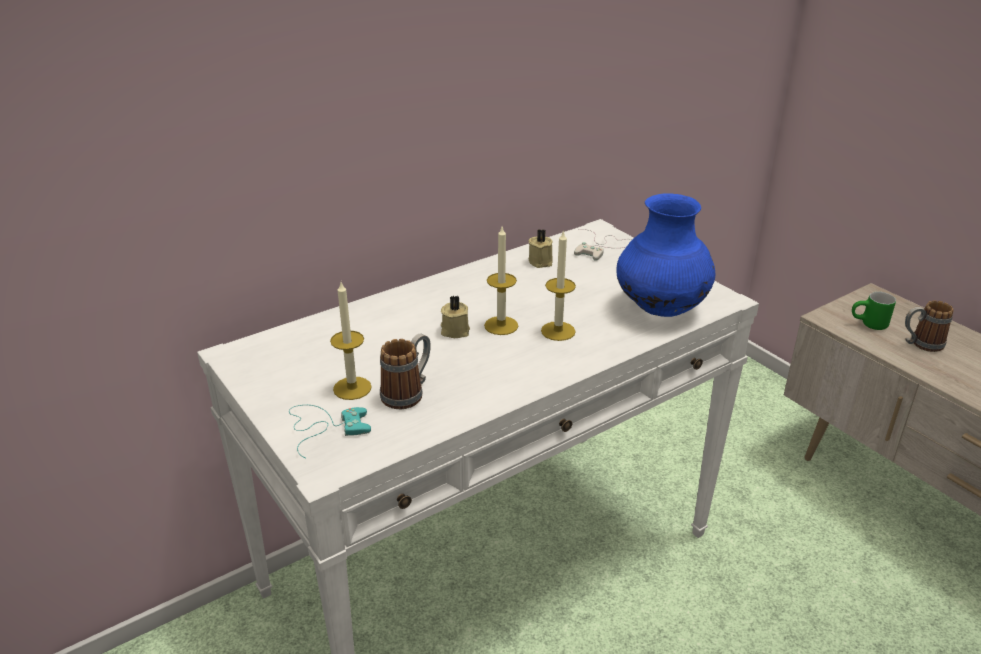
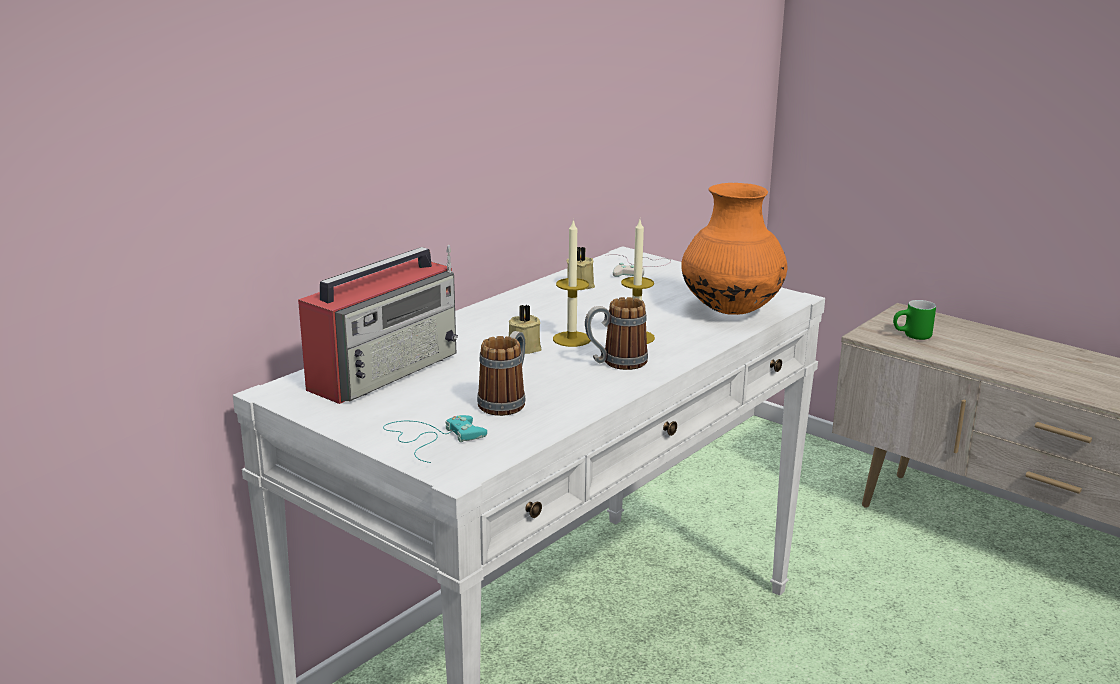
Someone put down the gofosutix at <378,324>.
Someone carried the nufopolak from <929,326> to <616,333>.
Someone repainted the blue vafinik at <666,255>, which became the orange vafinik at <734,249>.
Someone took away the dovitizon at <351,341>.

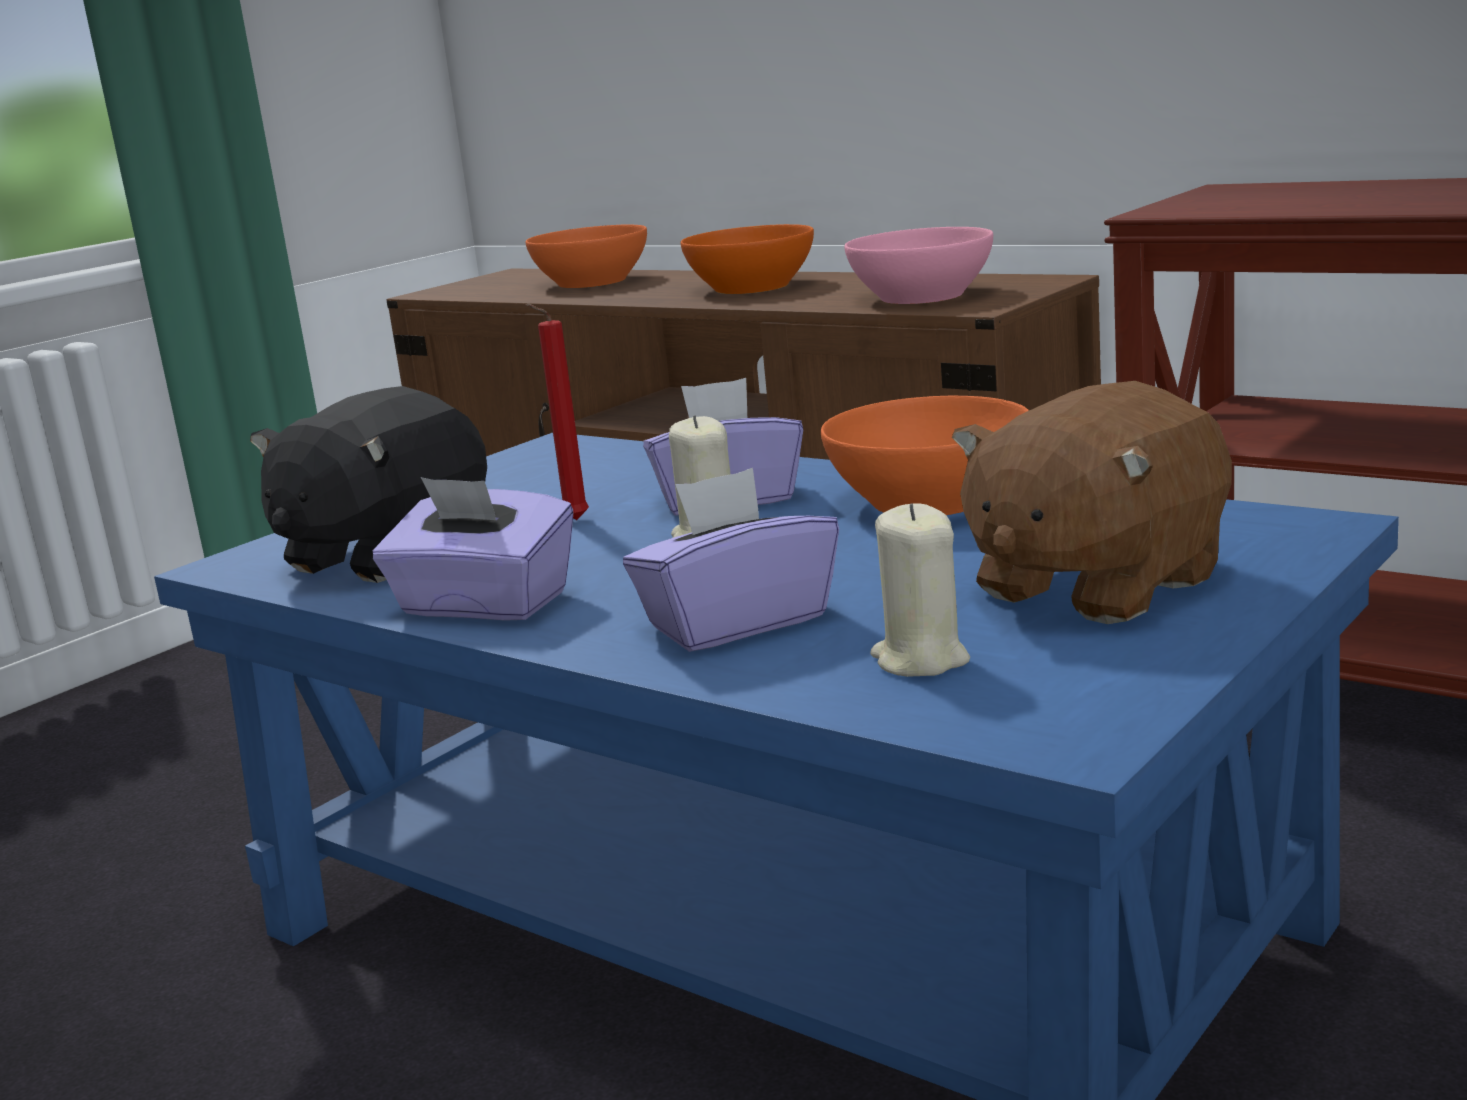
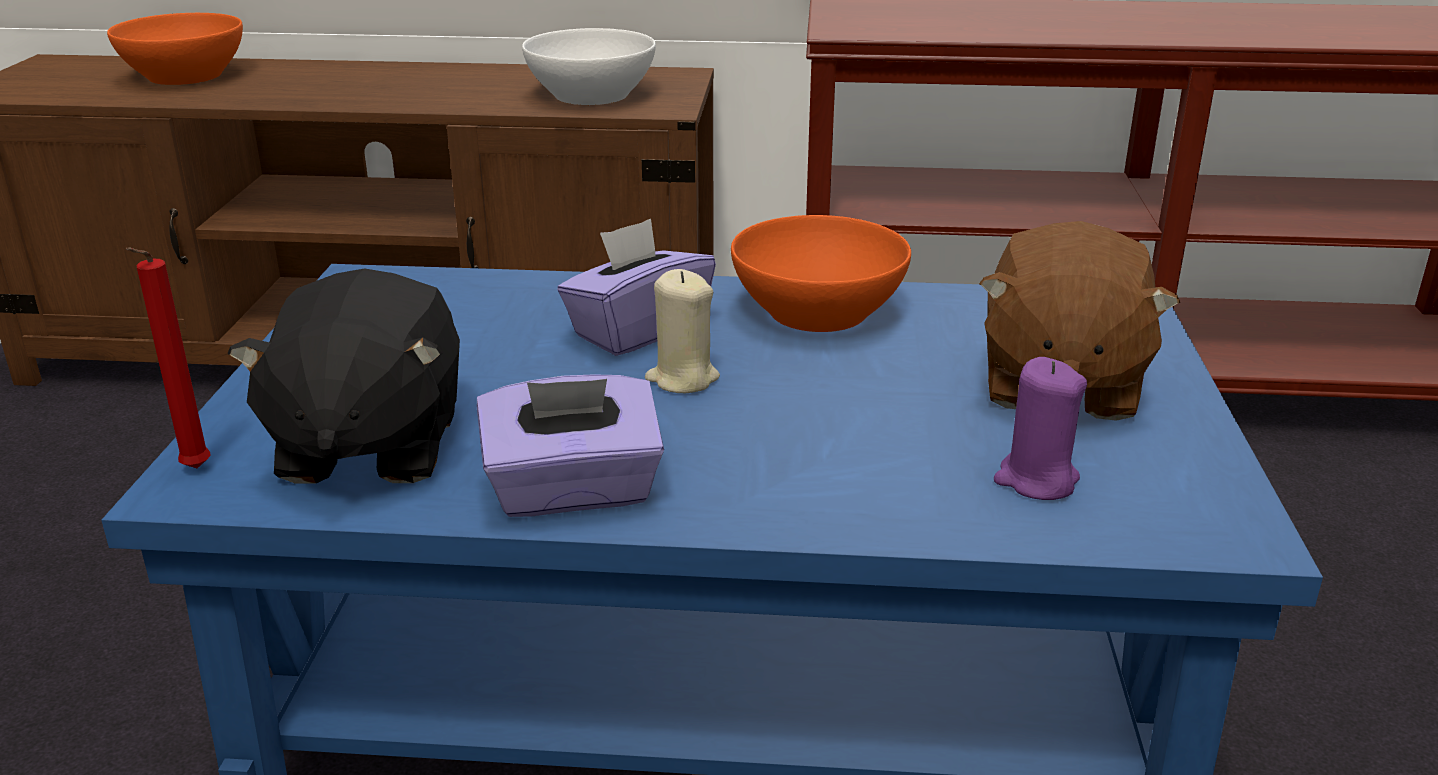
Someone carried the red dovitizon from <557,412> to <168,357>.
Someone repainted the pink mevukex at <918,265>, which became the white mevukex at <589,66>.
Someone repainted the beige dovitizon at <920,590>, which became the purple dovitizon at <1040,428>.
Someone took away the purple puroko at <731,560>.
Someone took away the orange mevukex at <747,259>.

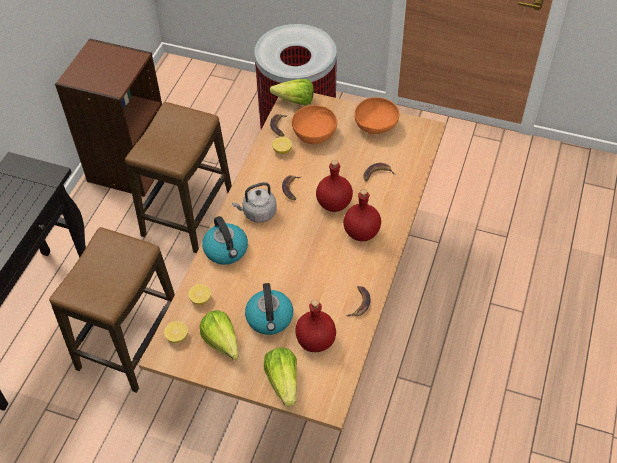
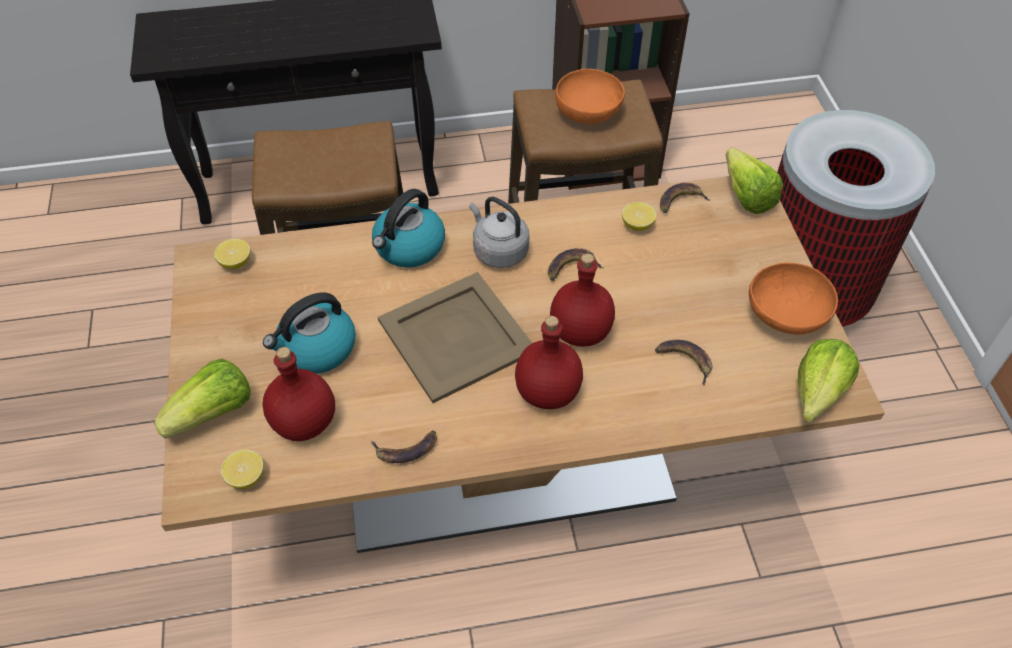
Someone carried the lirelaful from <199,294> to <242,469>.
Someone put down the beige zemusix at <455,337>.
Someone carried the orange mevukex from <314,124> to <590,96>.
Someone carried the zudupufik from <218,335> to <828,380>.

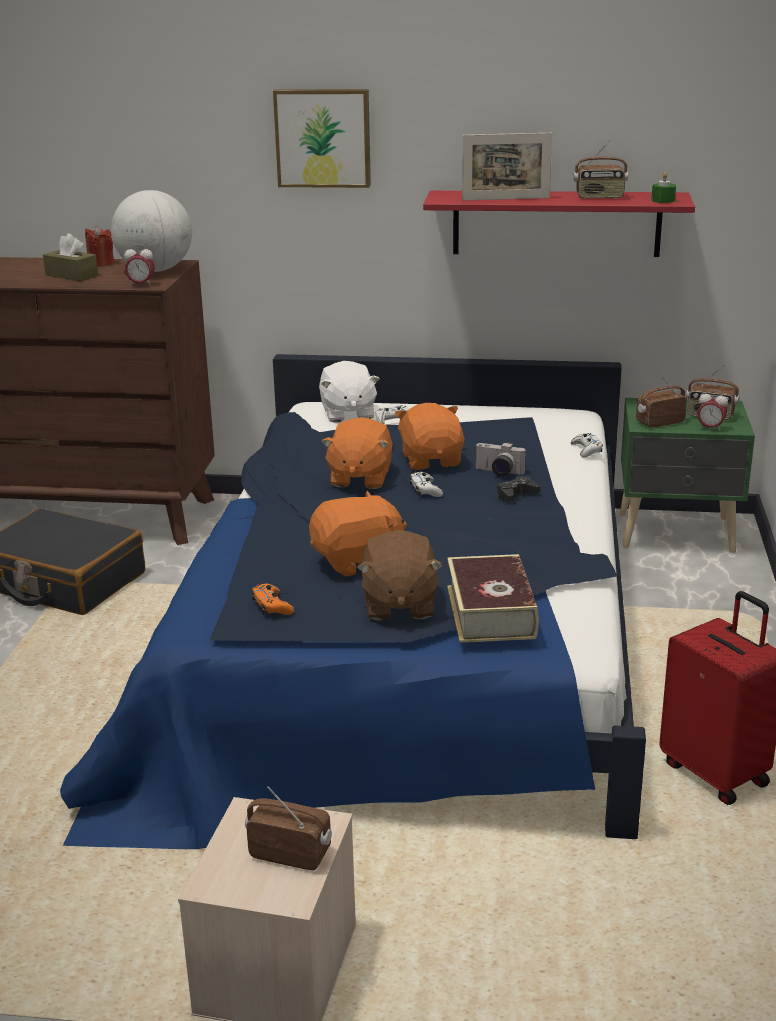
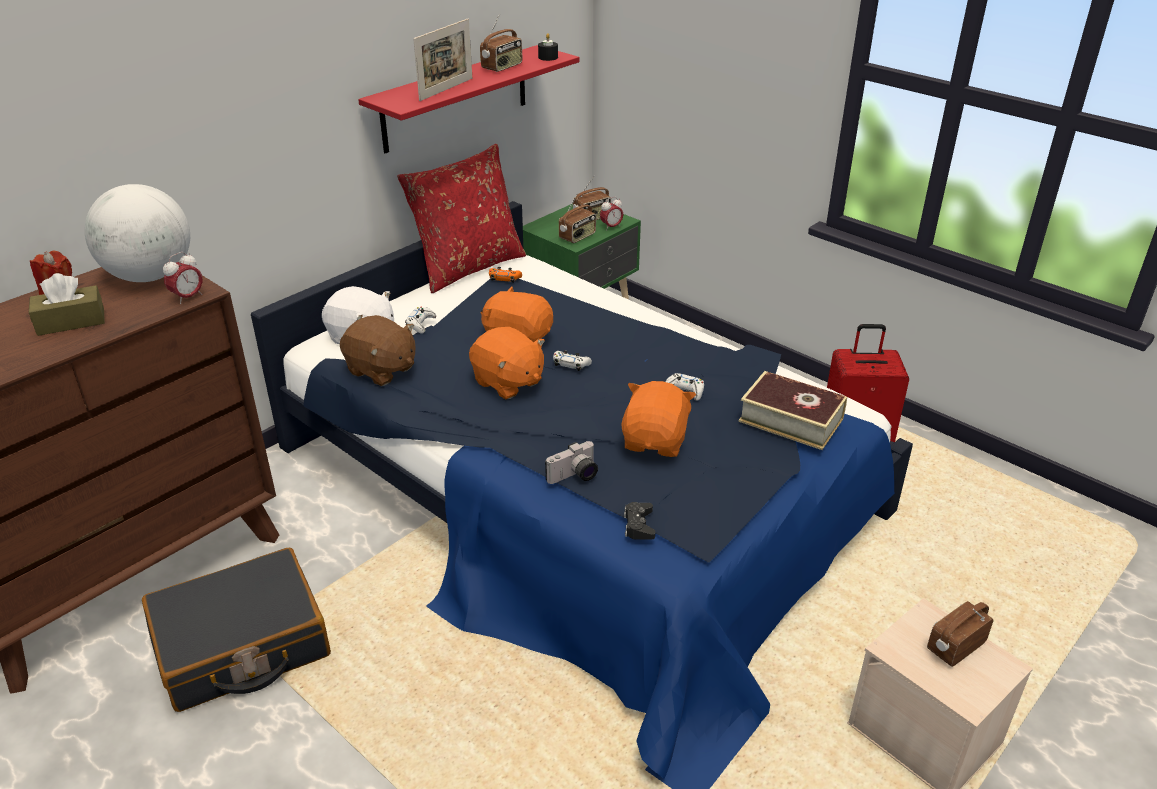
Someone carried the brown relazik from <400,575> to <377,350>.
Someone put down the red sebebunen at <461,218>.
Someone carried the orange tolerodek from <273,599> to <505,275>.
Someone repainted the green dovitizon at <663,187>, which became the black dovitizon at <548,47>.
Someone carried the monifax from <500,459> to <571,462>.
Someone rotated the gofosutix at <661,402> by 150 degrees counterclockwise.
Someone carried the black tolerodek from <519,489> to <639,521>.
Someone carried the white tolerodek from <587,445> to <685,387>.
Someone took away the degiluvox at <322,138>.

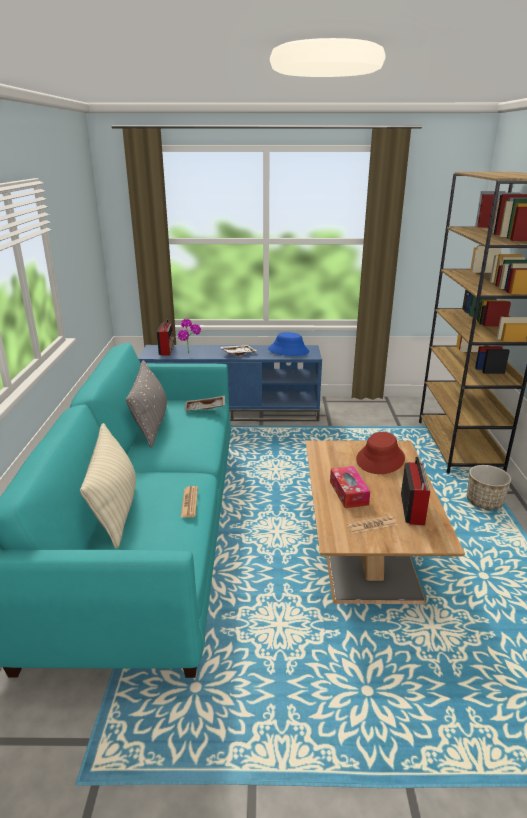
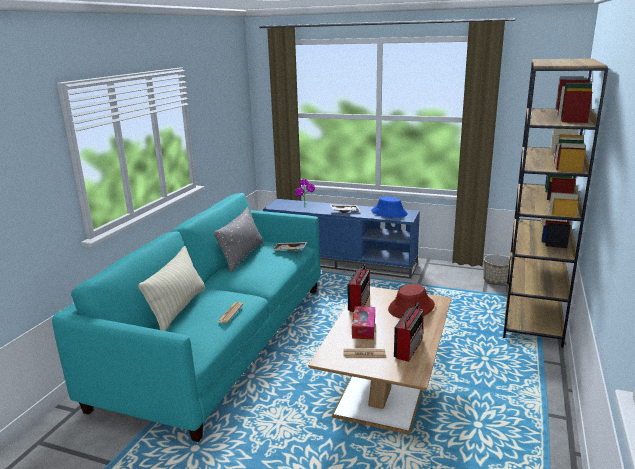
Someone carried the gofosutix from <165,337> to <359,288>.
Someone carried the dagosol from <489,487> to <496,269>.

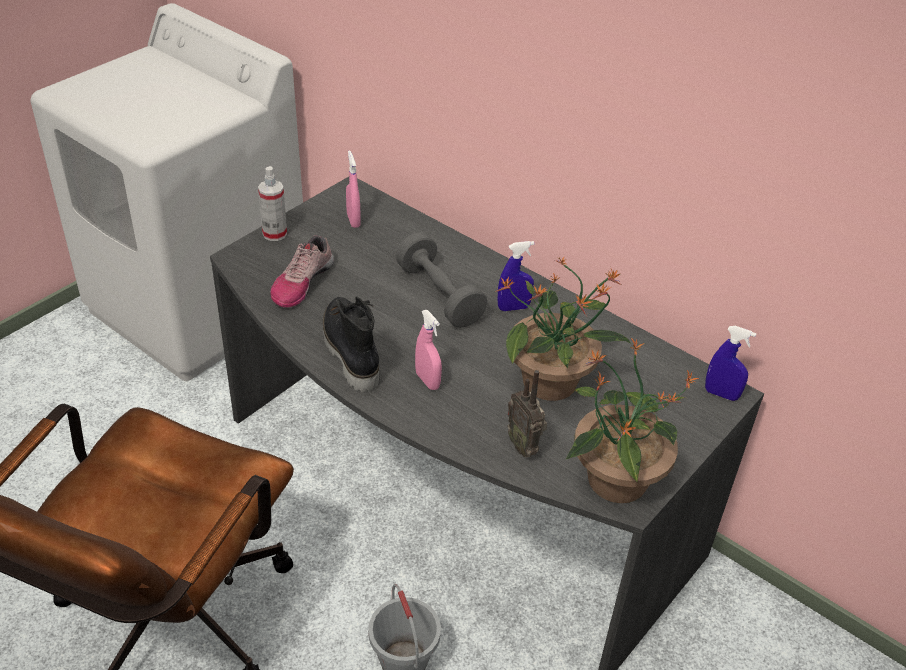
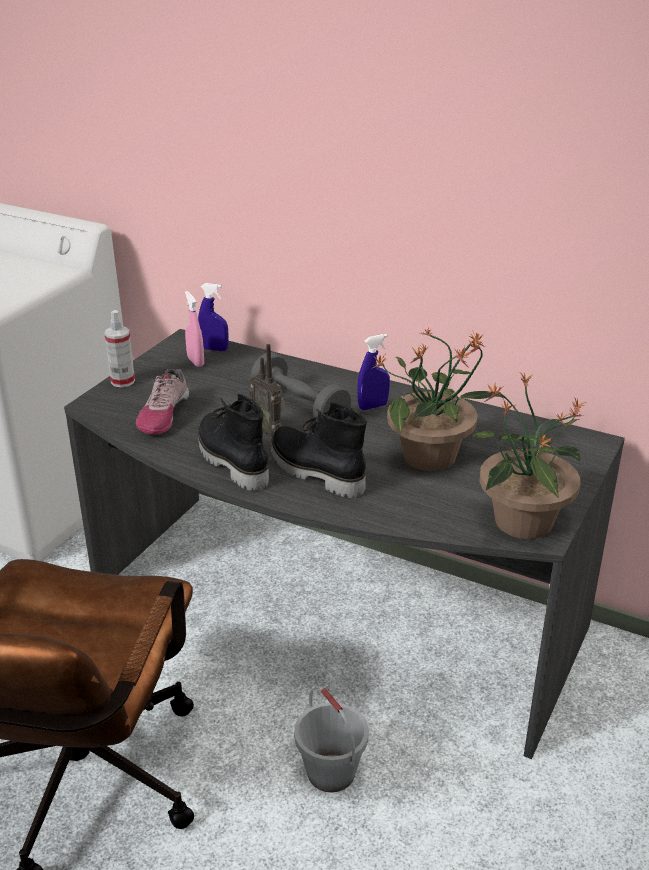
Someone carried the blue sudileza from <731,363> to <213,317>.
Someone carried the gofosutix from <527,413> to <267,389>.
Someone swapped the pink sudileza at <428,350> for the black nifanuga at <319,450>.

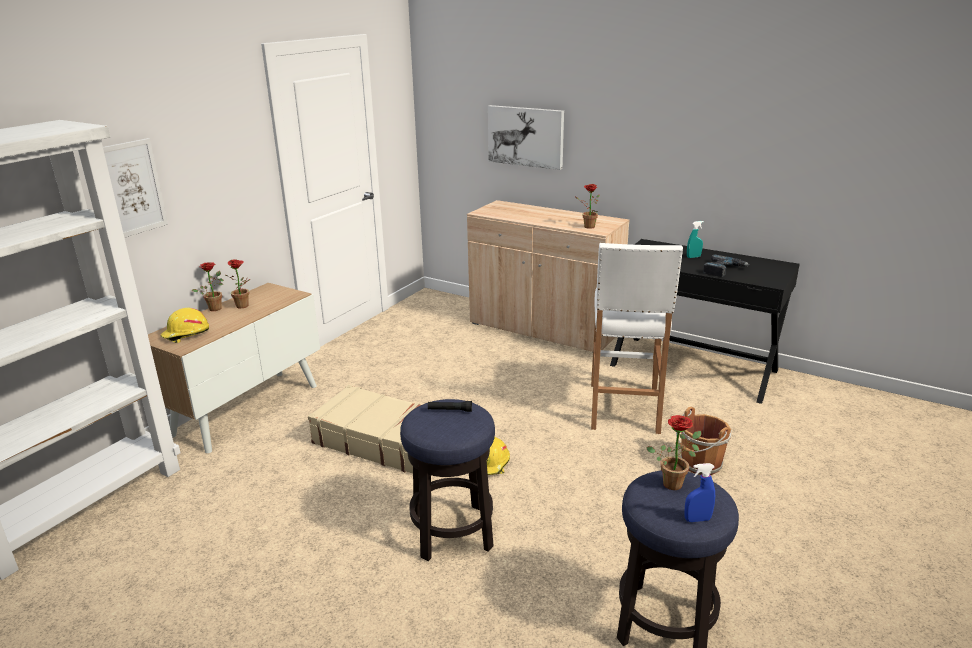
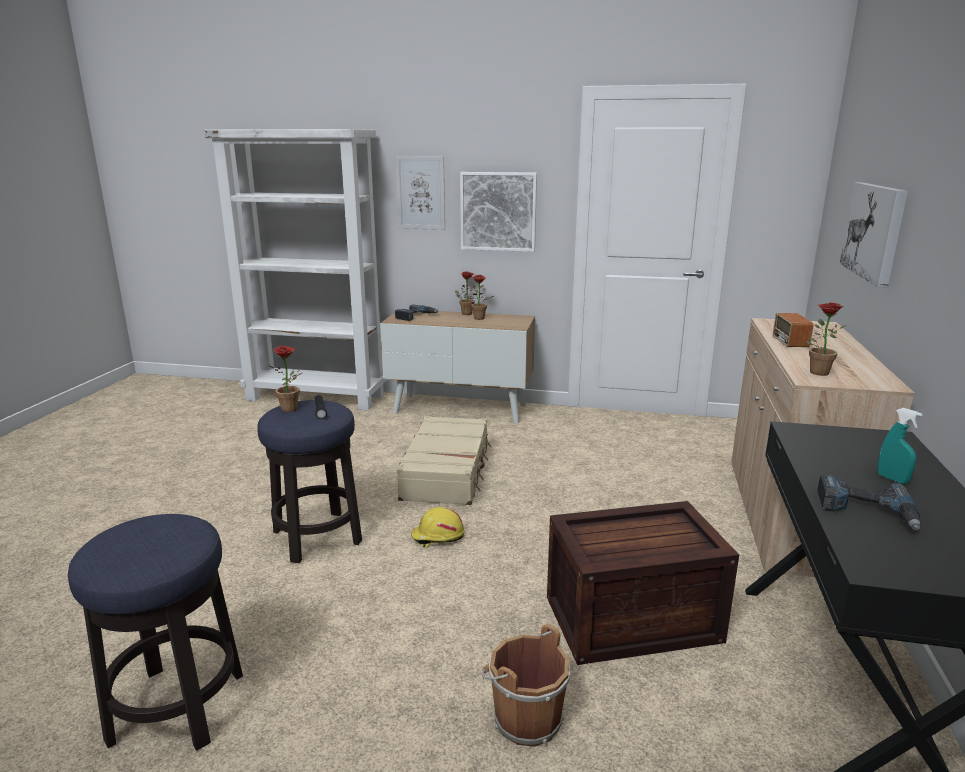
Someone carried the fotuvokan from <673,452> to <285,379>.
Someone swapped the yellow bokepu at <184,325> for the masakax at <417,312>.
Someone put up the degiluvox at <498,212>.
Someone swapped the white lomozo at <637,338> for the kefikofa at <643,583>.
Someone put down the gofosutix at <797,330>.
Someone took away the blue sudileza at <699,492>.

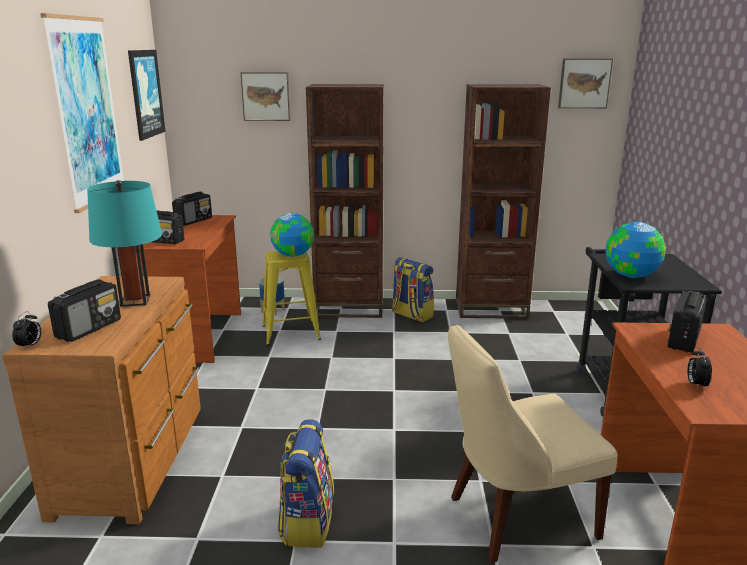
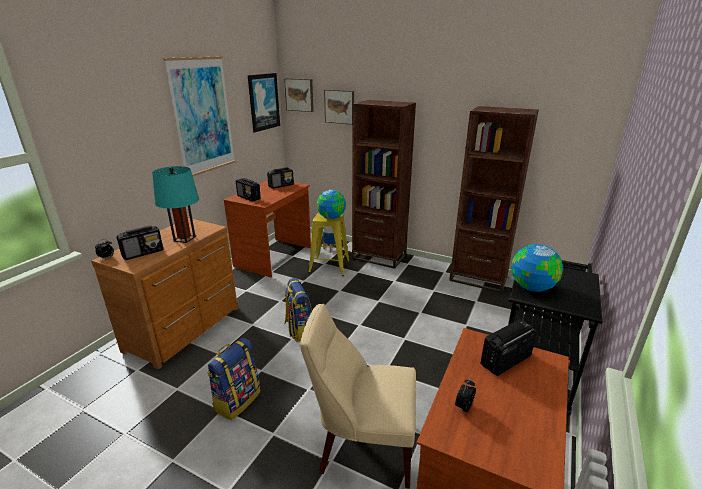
Someone carried the degiluvox from <585,83> to <299,95>.
Someone carried the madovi from <413,289> to <298,310>.

